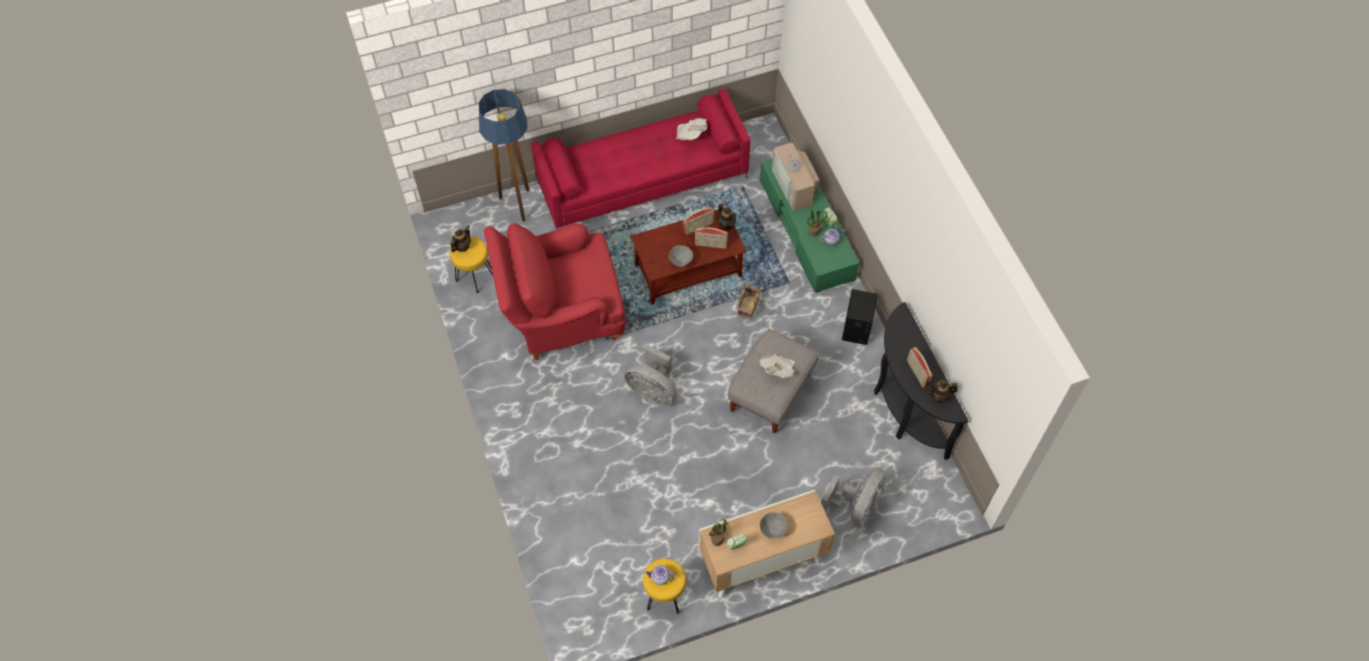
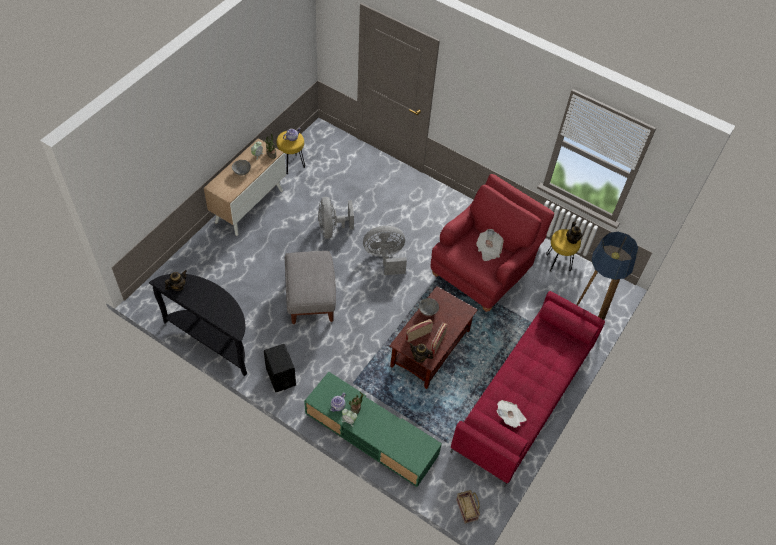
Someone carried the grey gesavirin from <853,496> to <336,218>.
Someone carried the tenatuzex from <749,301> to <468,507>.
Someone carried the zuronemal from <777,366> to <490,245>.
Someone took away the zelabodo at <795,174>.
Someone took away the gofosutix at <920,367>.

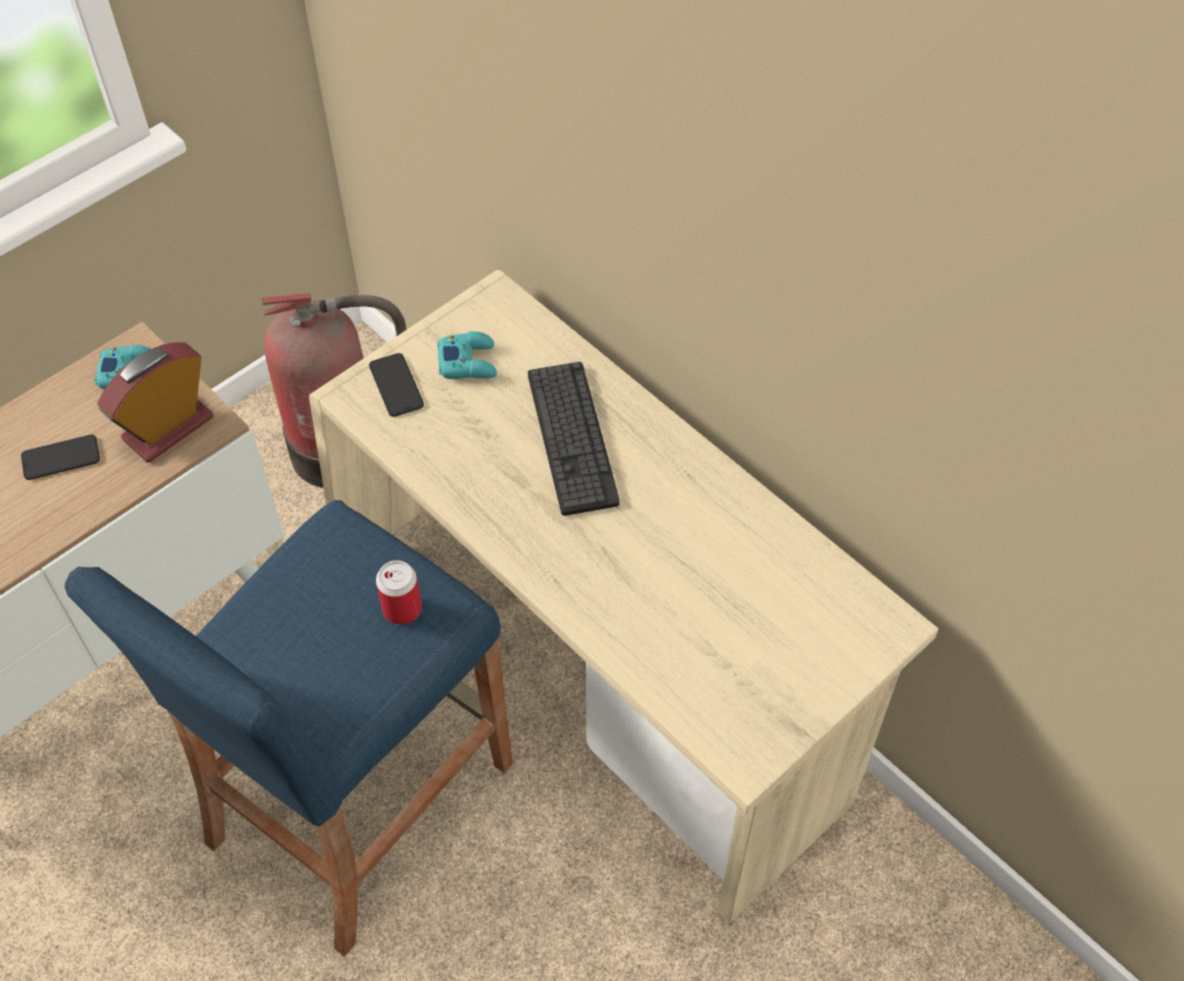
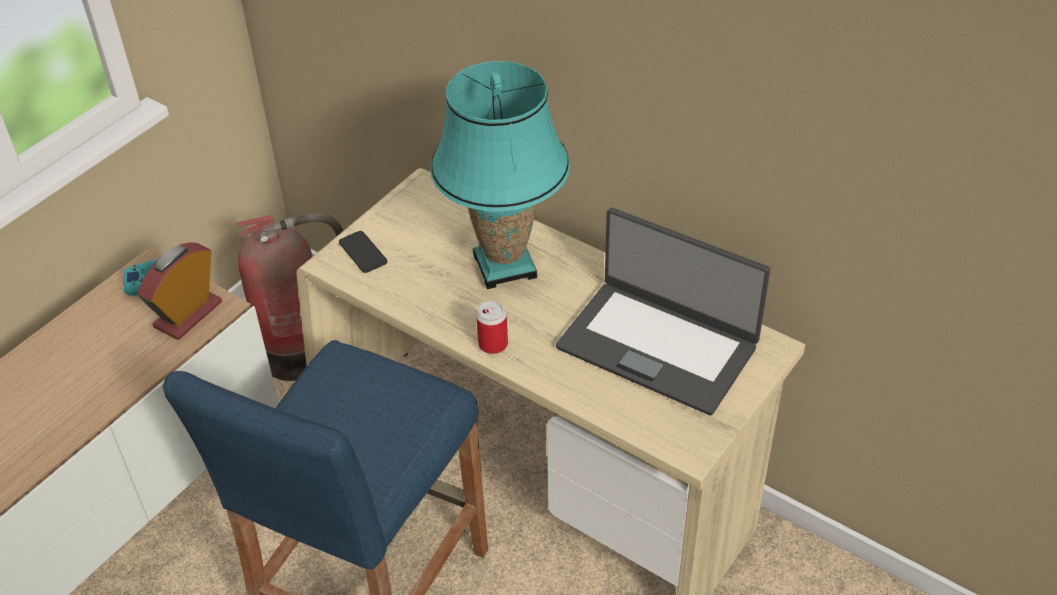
Someone swapped the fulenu at <574,439> for the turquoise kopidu at <500,175>.
Someone carried the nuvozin from <399,592> to <492,327>.
Someone put down the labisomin at <663,311>.
Someone took away the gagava at <60,457>.
Someone took away the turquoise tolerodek at <467,355>.

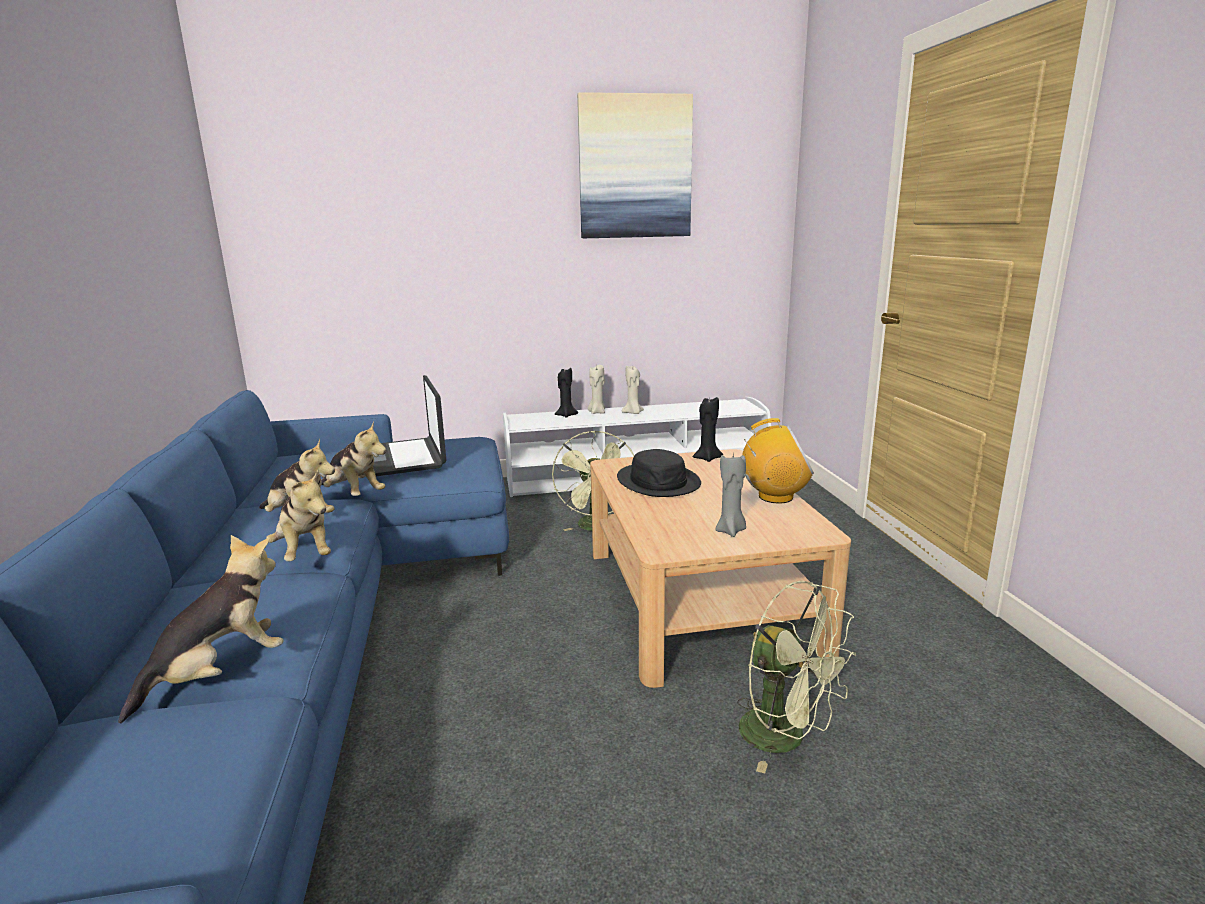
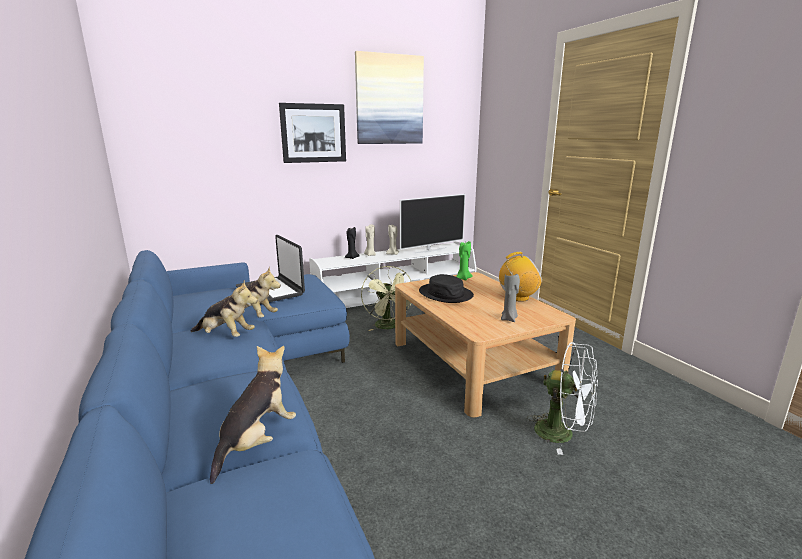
Someone put up the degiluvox at <312,133>.
Someone put down the zelabodo at <432,223>.
Someone repainted the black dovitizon at <708,429>, which became the green dovitizon at <464,261>.
Someone repainted the green gesavirin at <796,676>, which became the white gesavirin at <562,398>.
Someone took away the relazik at <298,515>.

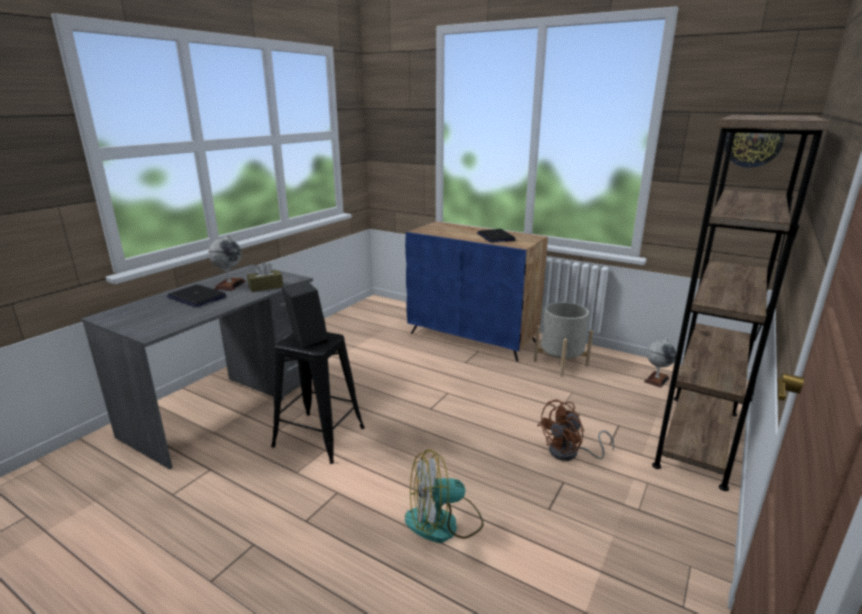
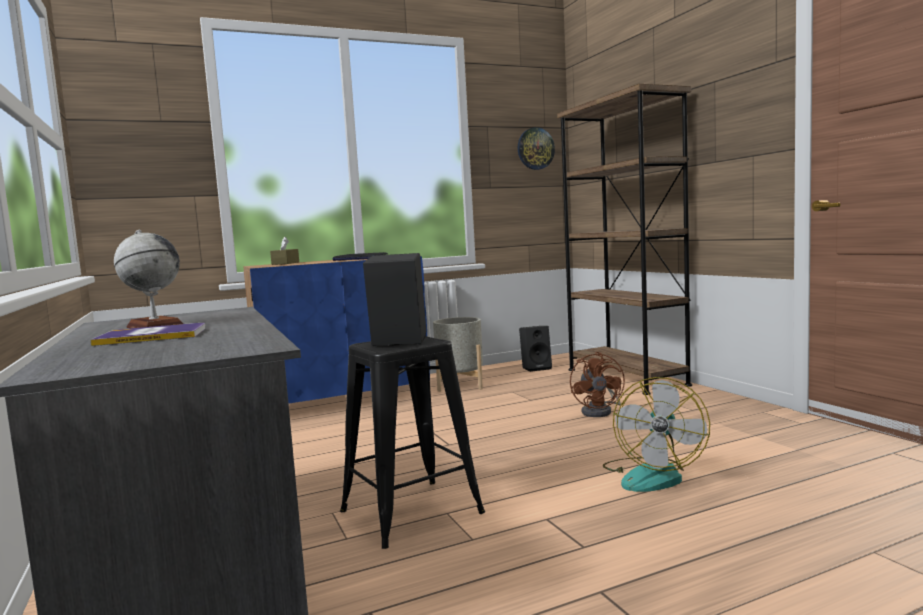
Someone swapped the labisomin at <196,295> for the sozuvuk at <148,334>.
Someone carried the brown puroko from <265,277> to <284,250>.
Someone swapped the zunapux at <660,363> for the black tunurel at <535,349>.

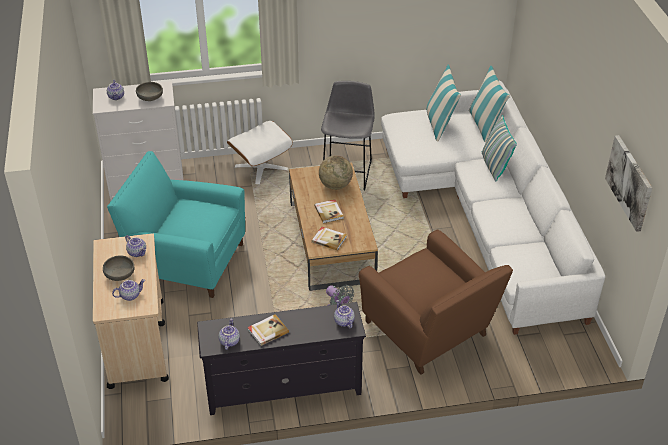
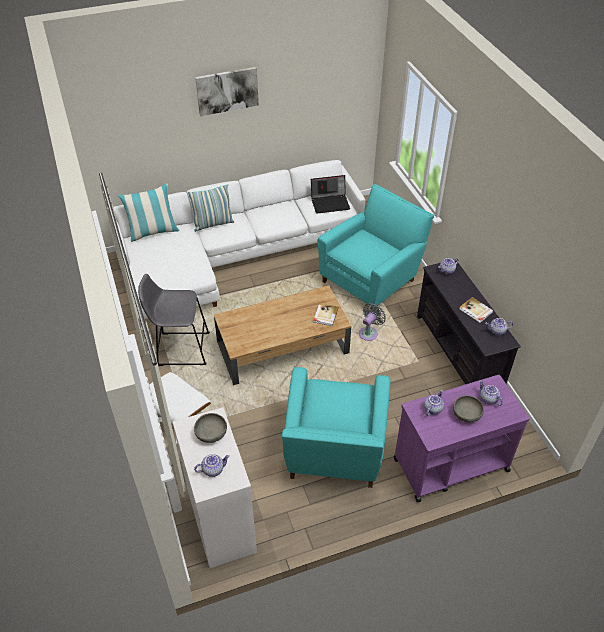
Someone carried the degiluvox from <629,183> to <227,91>.
Someone put down the labisomin at <330,194>.
Someone repainted the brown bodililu at <436,302>, which became the turquoise bodililu at <375,247>.
Someone repainted the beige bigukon at <131,311>, which became the purple bigukon at <462,438>.
Someone took away the sozuvuk at <329,211>.
Someone took away the zunapux at <336,172>.
Someone took away the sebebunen at <443,103>.

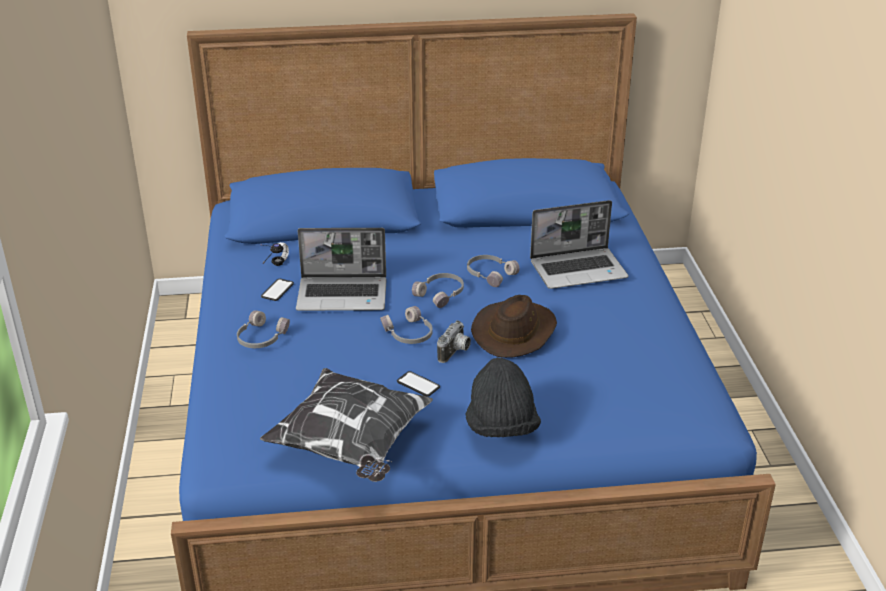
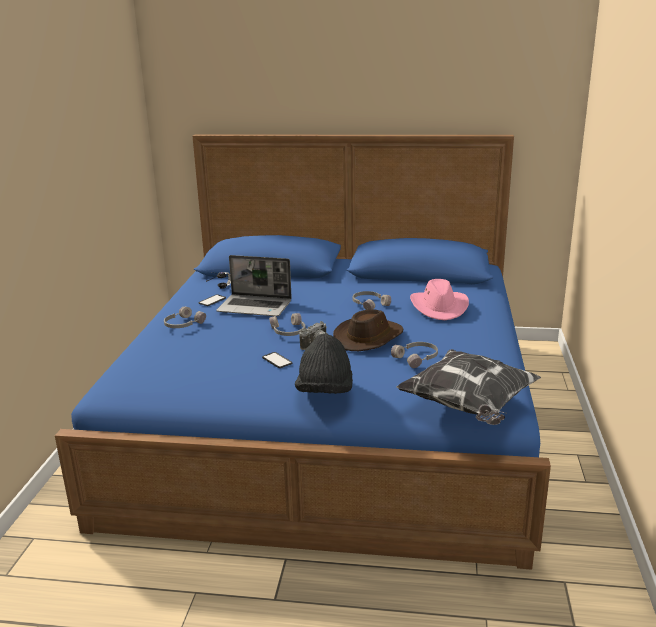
Someone carried the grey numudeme from <438,290> to <414,355>.
Someone carried the sebebunen from <346,425> to <468,387>.
Someone swapped the labisomin at <579,244> for the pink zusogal at <439,299>.

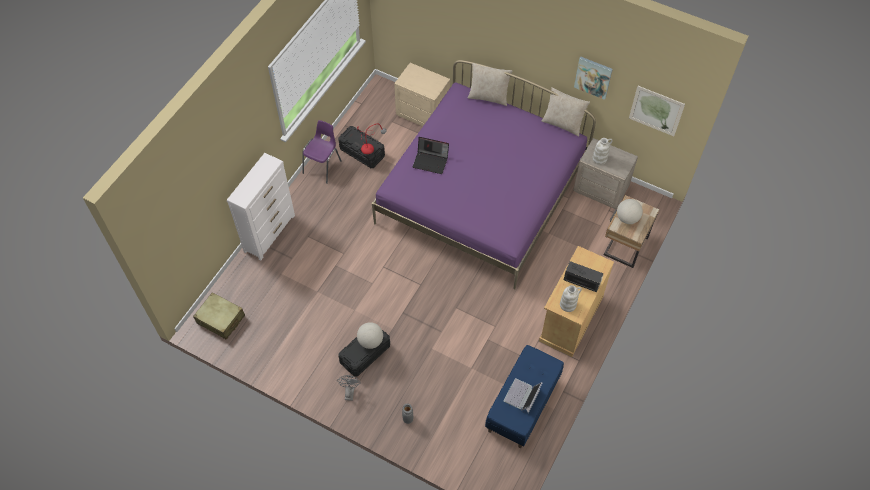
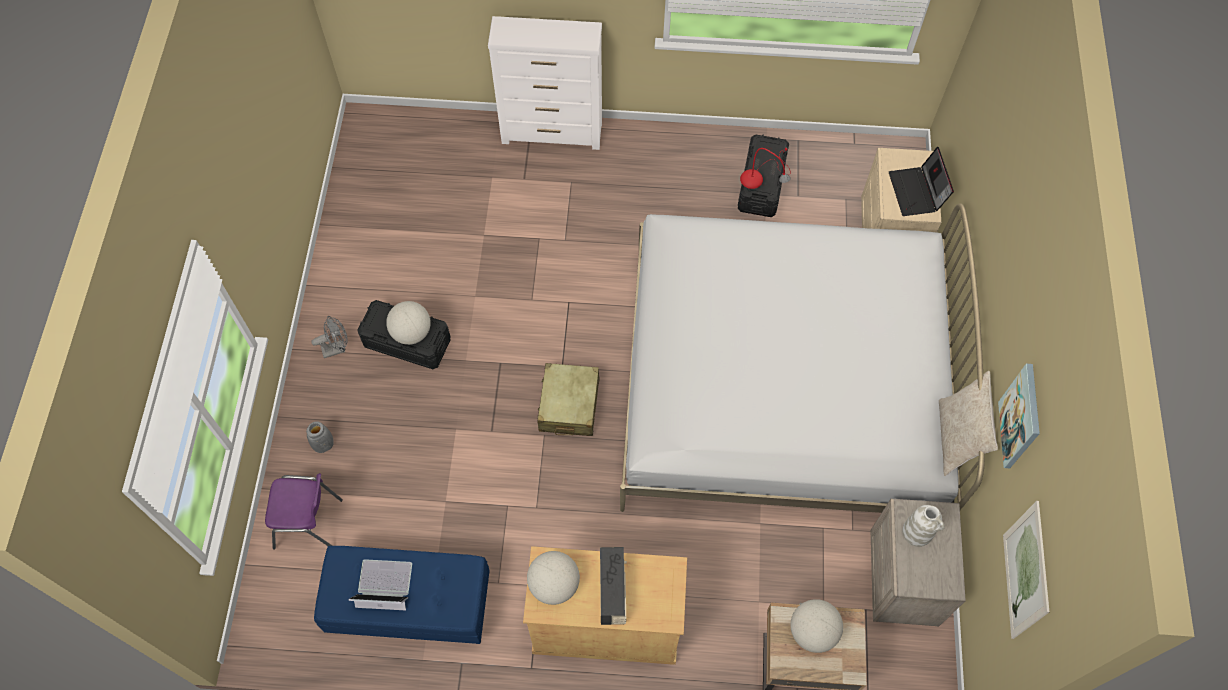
Someone carried the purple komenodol from <322,152> to <304,511>.
Someone swapped the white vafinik at <571,298> for the zunapux at <553,578>.
Someone carried the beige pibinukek from <219,315> to <568,399>.
Someone repainted the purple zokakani at <484,175>, which became the white zokakani at <802,358>.
Someone carried the labisomin from <430,155> to <921,181>.
Someone took away the beige sebebunen at <490,84>.

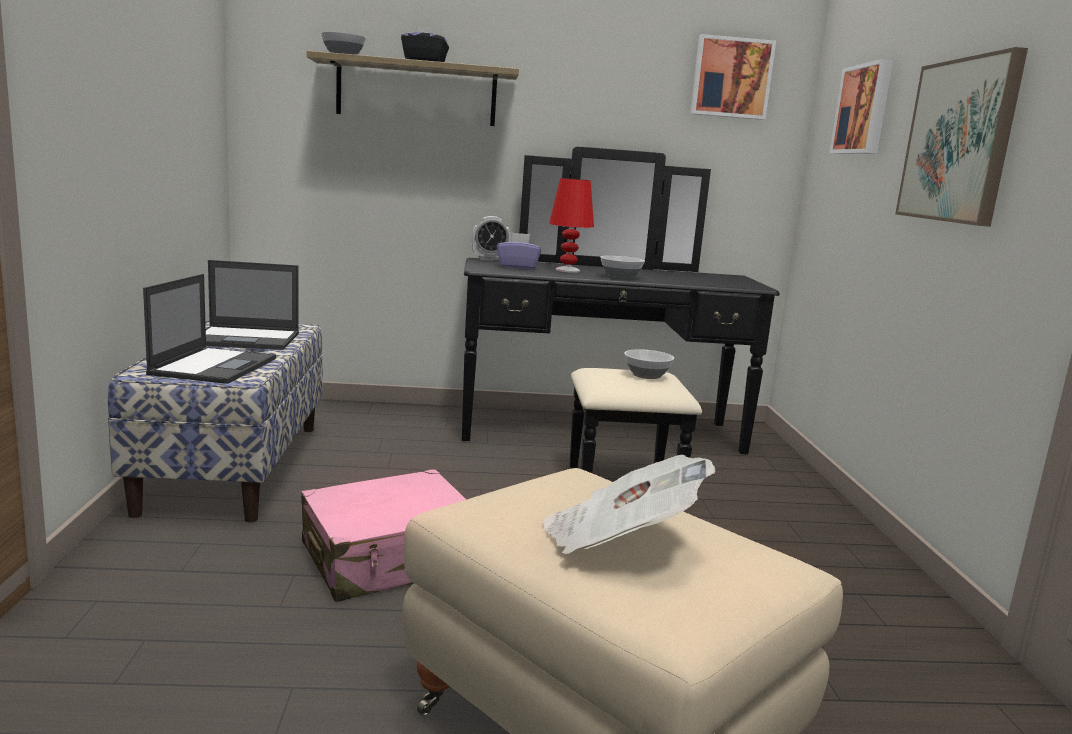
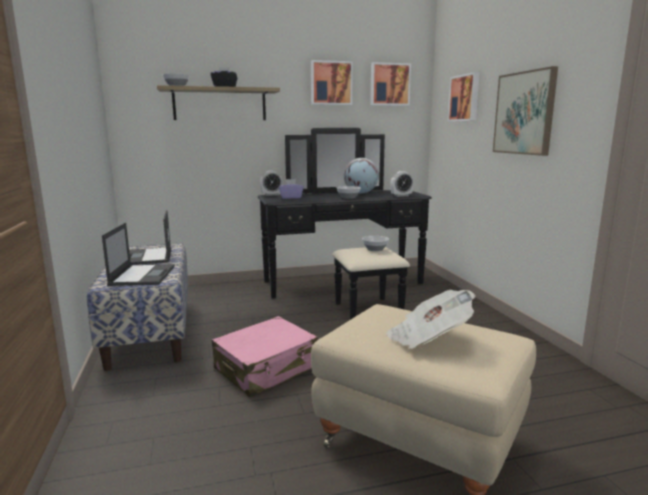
Someone rotated the labisomin at <252,305> by 90 degrees clockwise.
Someone put up the degiluvox at <332,82>.
Someone put down the zunapux at <361,175>.
Someone put down the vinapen at <402,184>.
Someone took away the red kopidu at <571,225>.

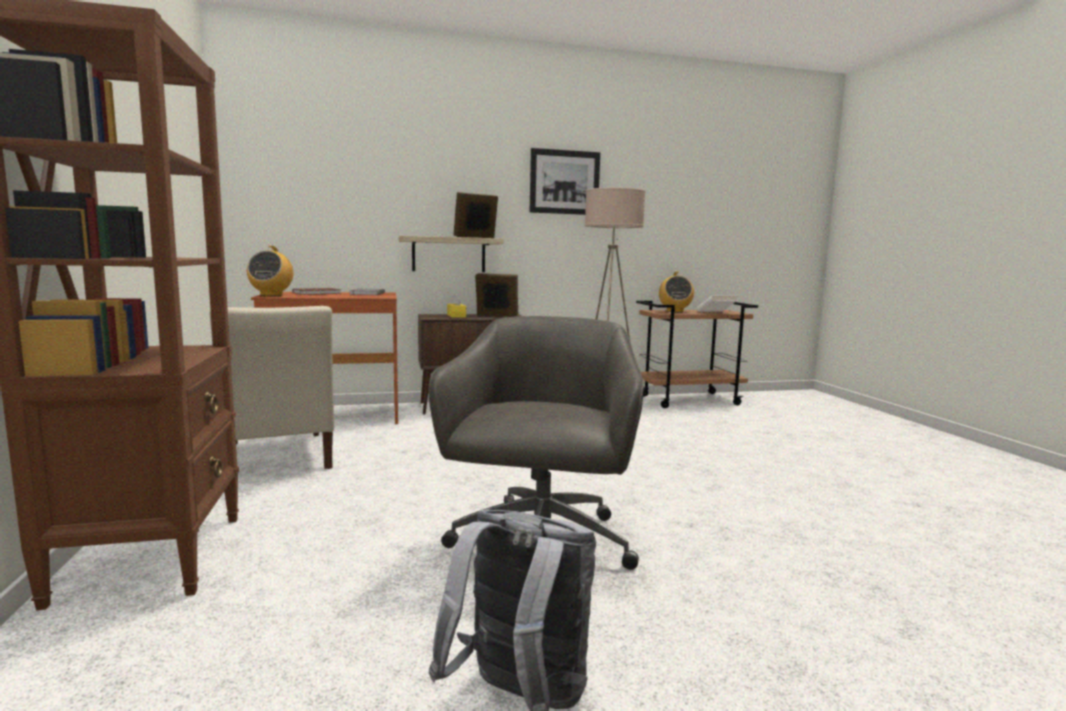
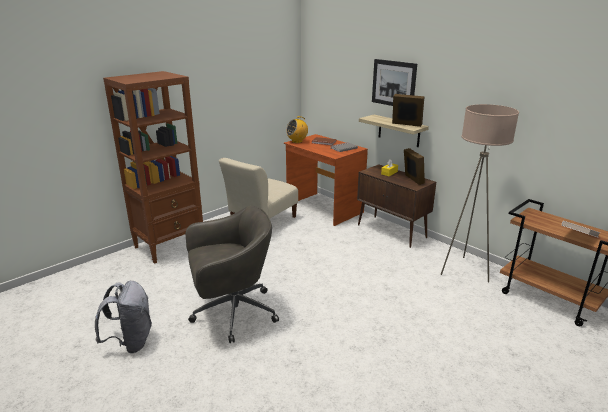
Someone carried the degiluvox from <565,181> to <394,82>.
Someone took away the gofosutix at <676,292>.

